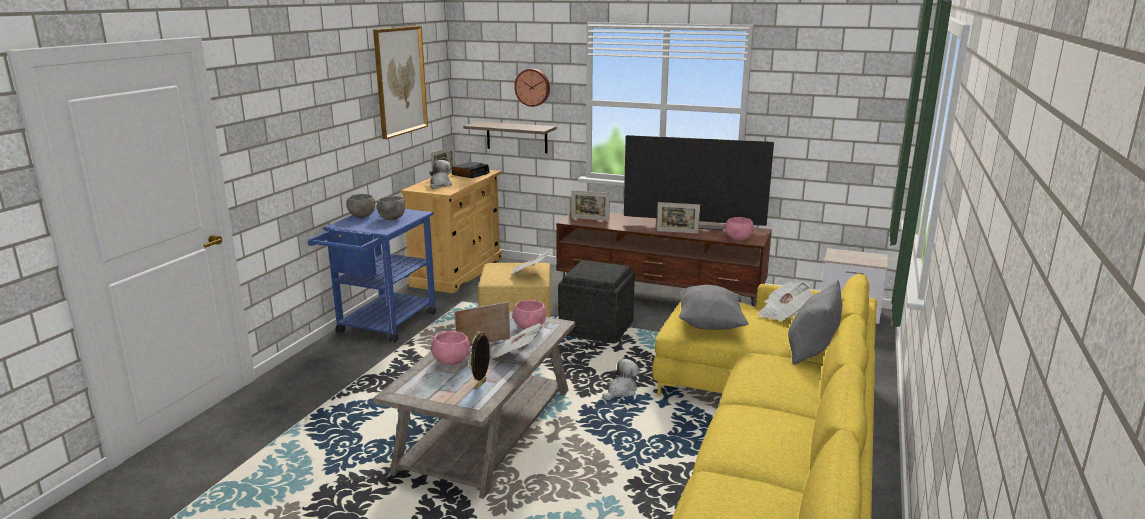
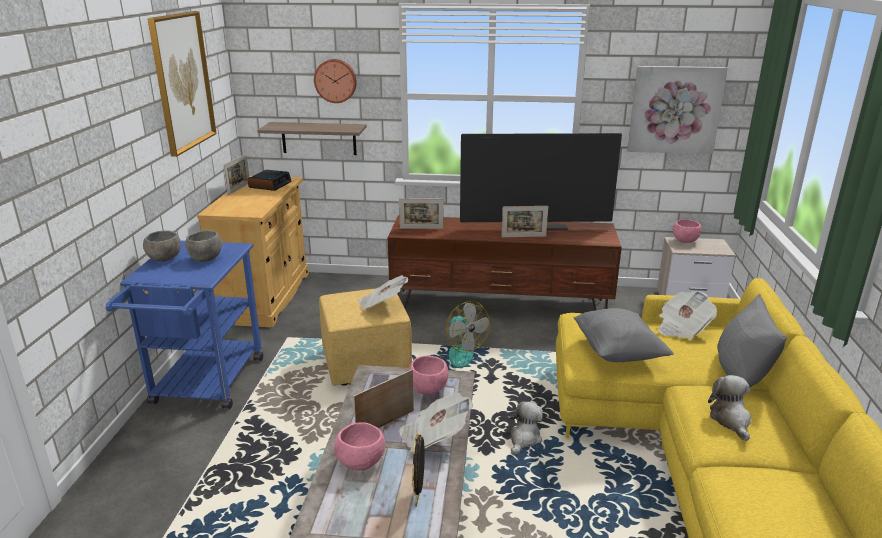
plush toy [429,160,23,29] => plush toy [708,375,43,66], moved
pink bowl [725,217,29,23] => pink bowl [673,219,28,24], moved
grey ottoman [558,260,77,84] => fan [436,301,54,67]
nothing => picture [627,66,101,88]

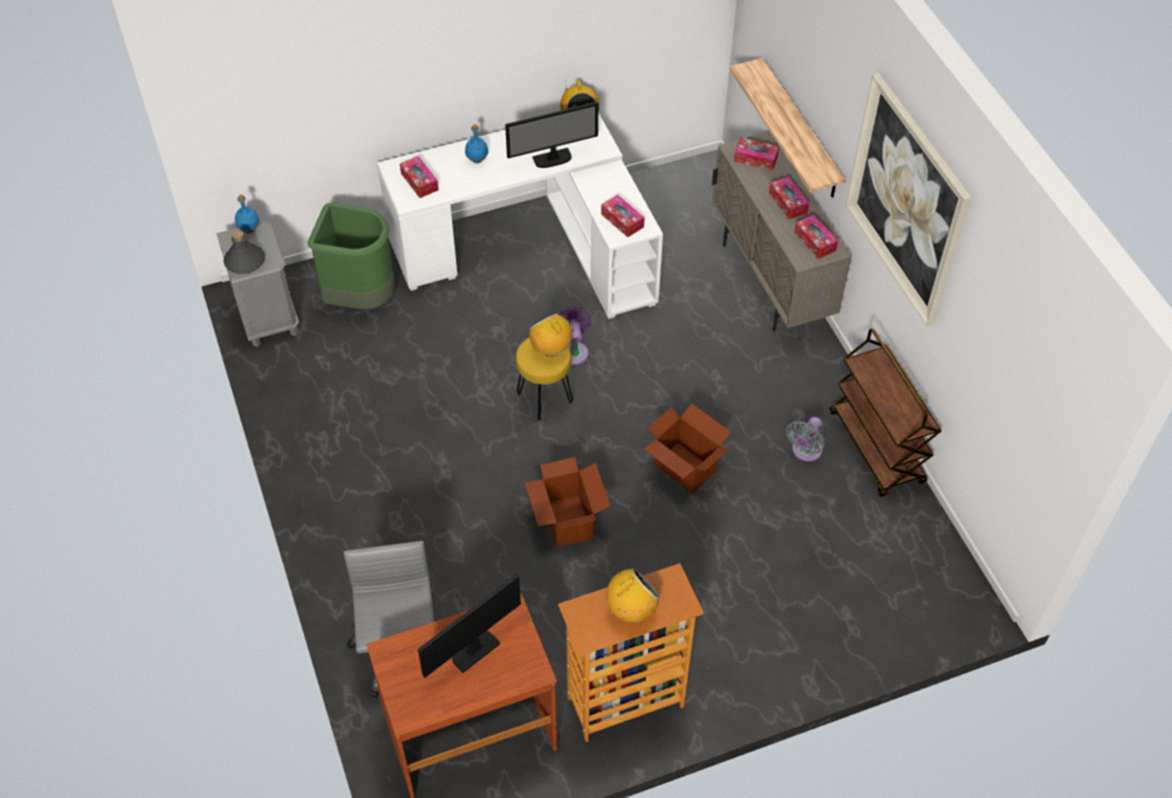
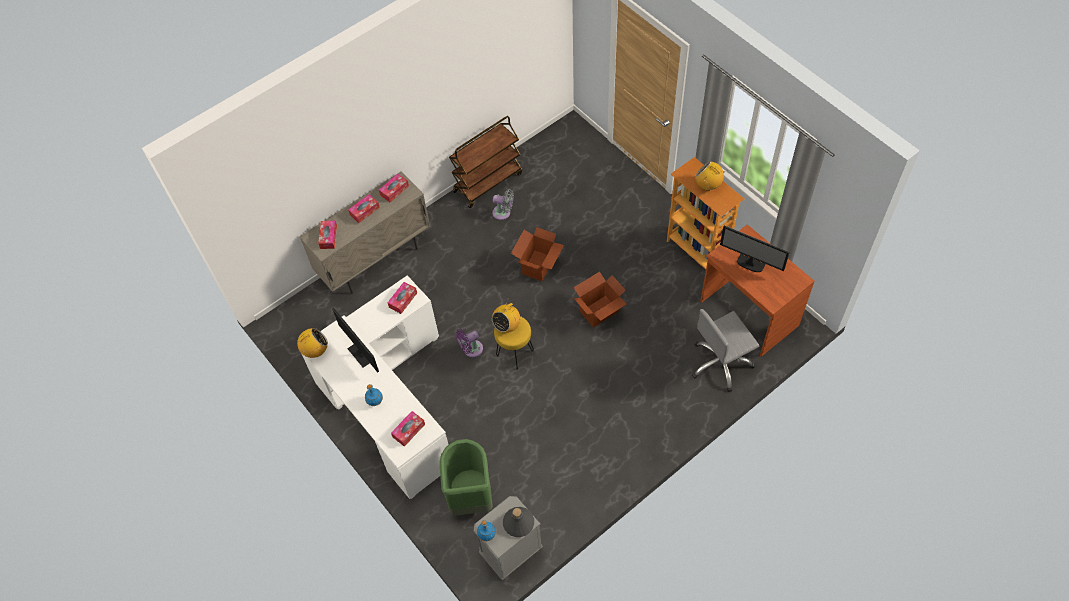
shelf [730,58,115,140] => nothing
picture [846,73,126,254] => nothing

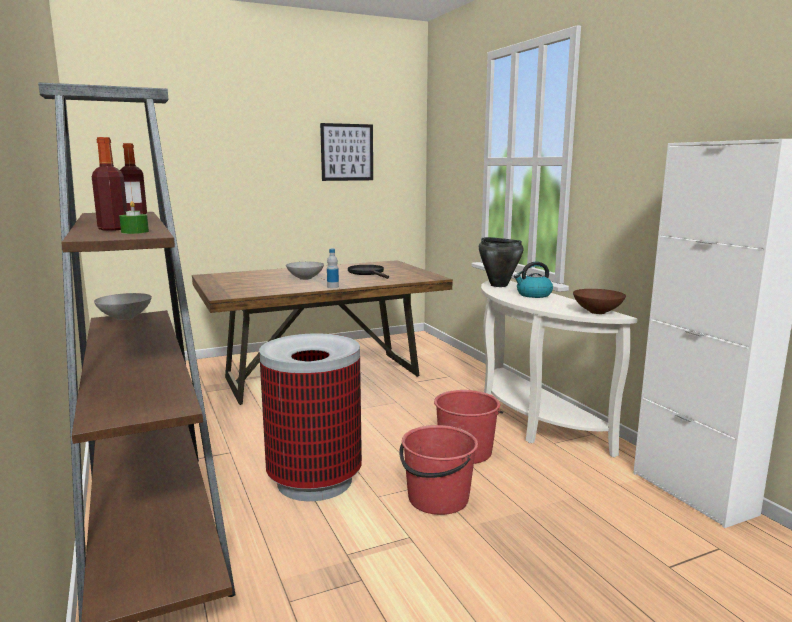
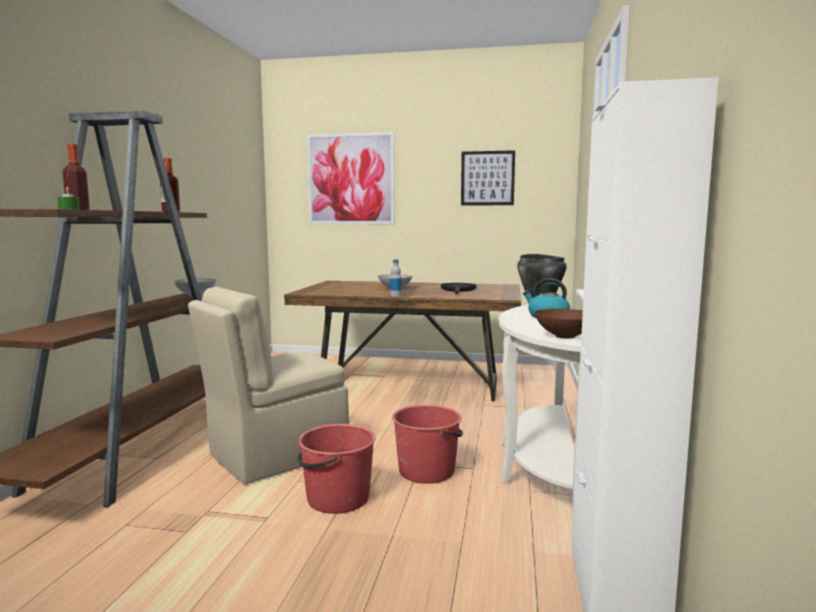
trash can [259,333,103,168] => beige chair [188,287,161,197]
nothing => picture [307,132,88,92]

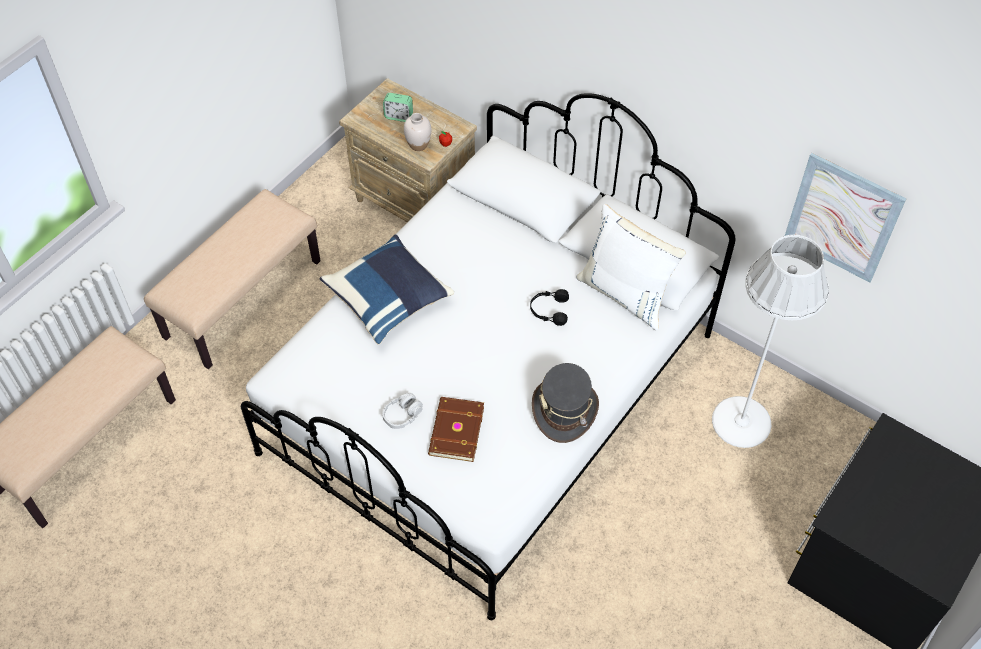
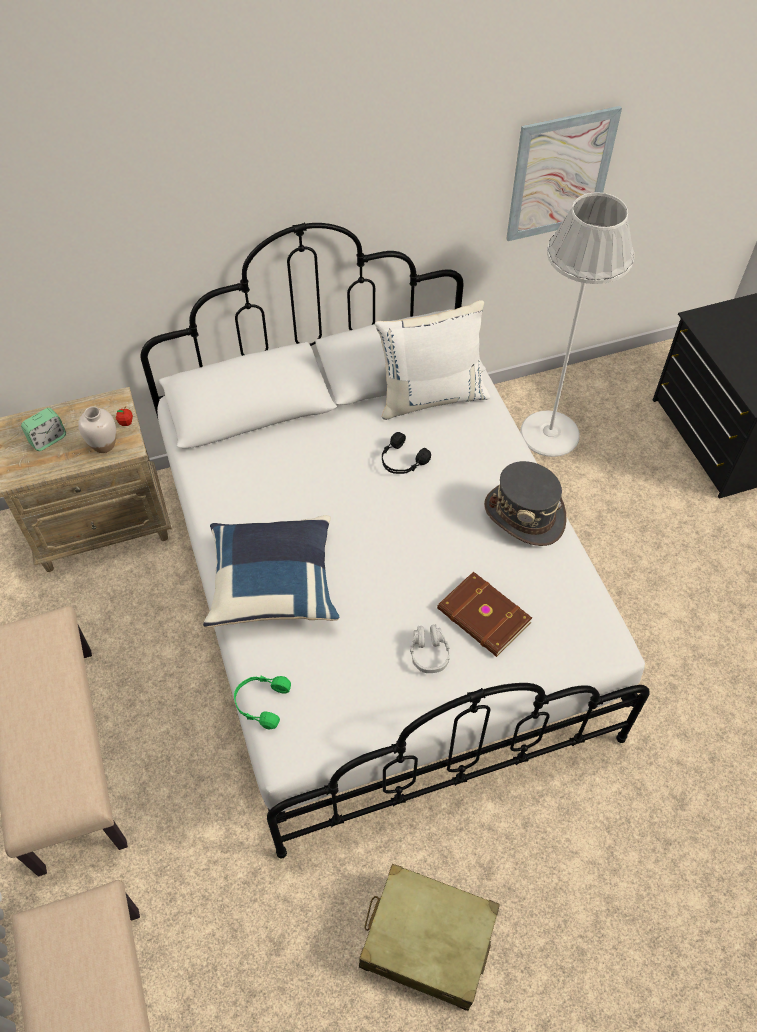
nothing => green headphones [234,676,57,53]
nothing => beige suitcase [359,864,141,147]

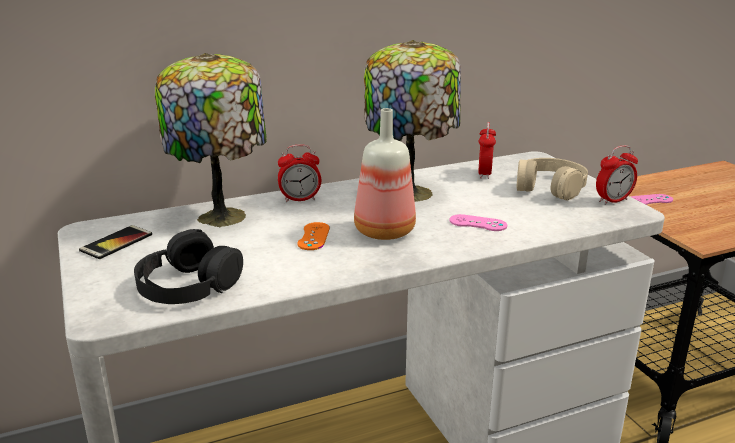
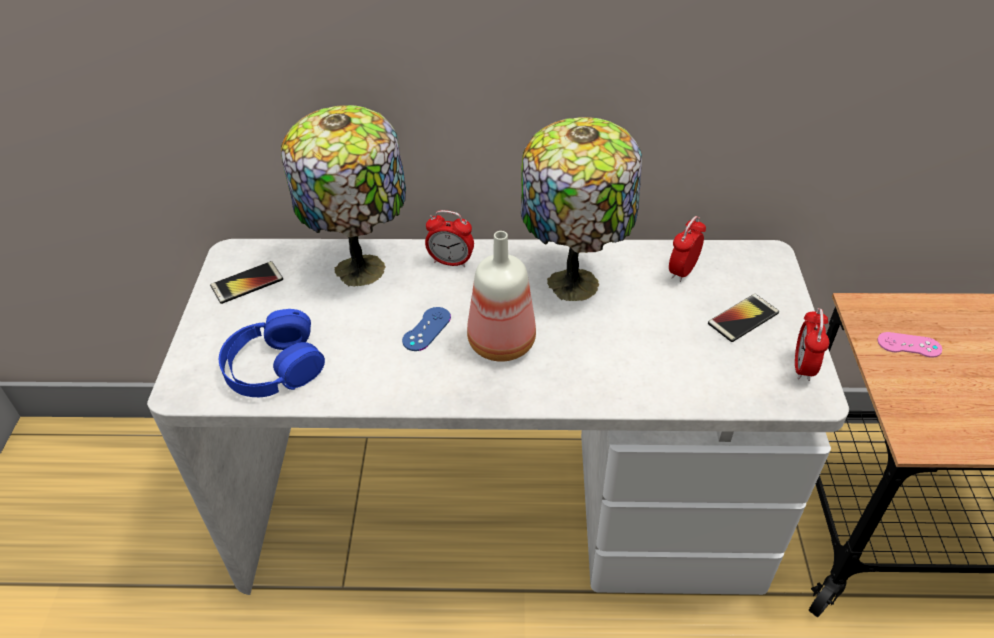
alarm clock [596,145,42,60] => alarm clock [795,308,34,73], 105 degrees clockwise
beige headphones [516,158,72,43] => phone [708,294,71,48]
pink game controller [449,214,58,17] => nothing
orange game controller [297,222,33,28] => blue game controller [402,307,49,44]
black headphones [134,229,109,75] => blue headphones [219,309,106,88]

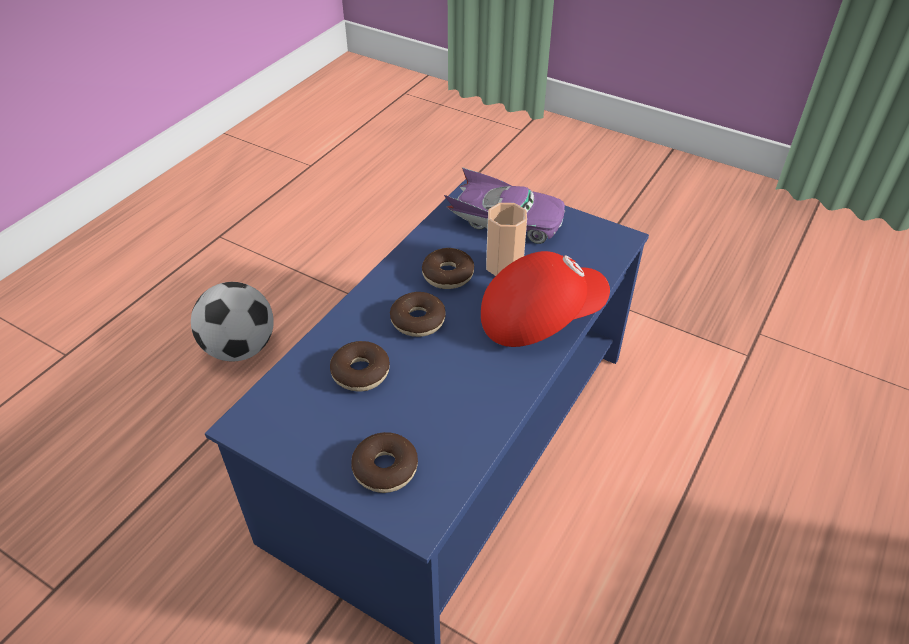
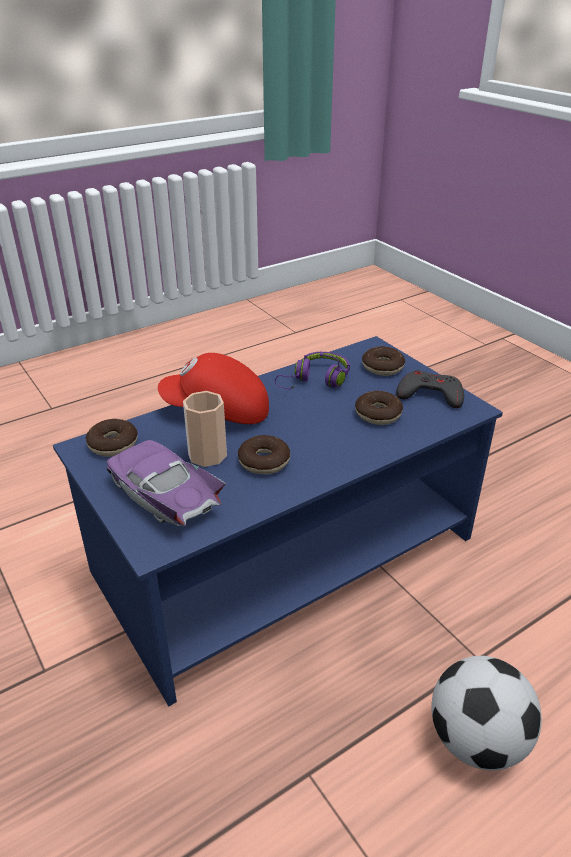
donut [390,292,56,45] => donut [86,419,52,38], moved
nothing => purple headphones [275,352,75,37]
nothing => grey game controller [396,370,68,38]

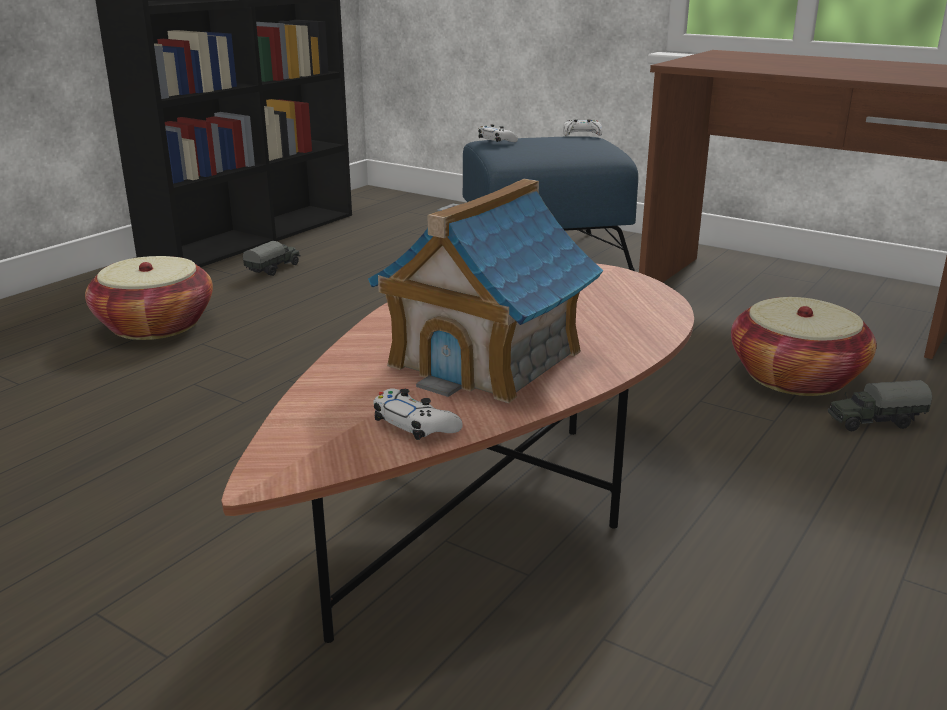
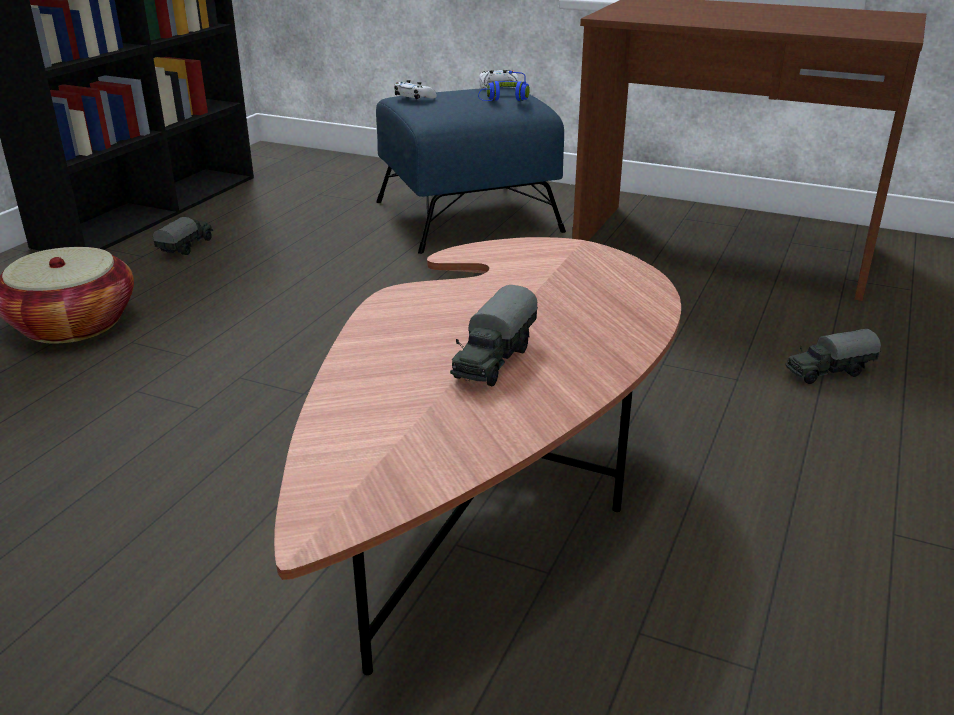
toy house [368,179,236,224] => toy truck [450,285,88,101]
basket [731,297,145,99] => nothing
white game controller [373,388,90,52] => nothing
nothing => blue headphones [478,71,52,30]

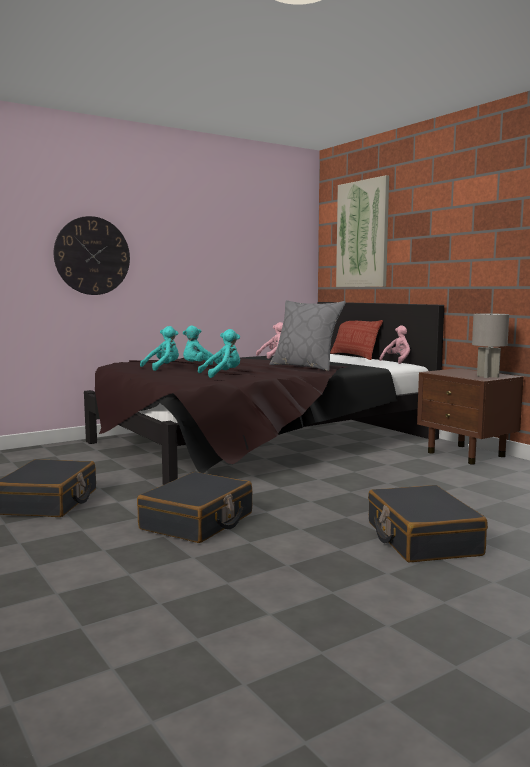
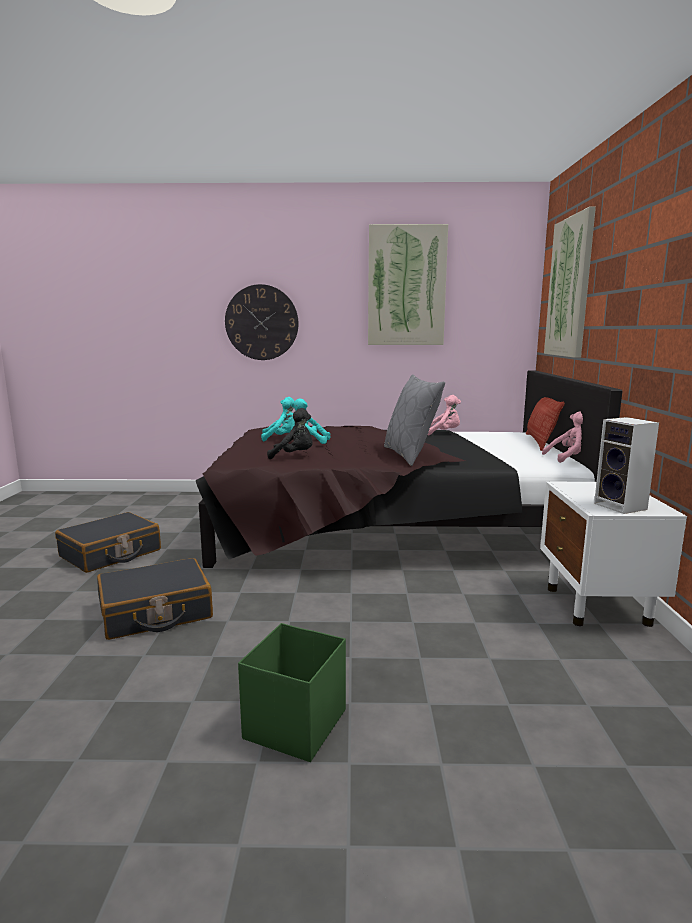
grey table lamp [472,313,37,65] => speaker [594,417,65,97]
turquoise plush toy [198,329,42,49] => black plush toy [267,408,46,51]
brown nightstand [417,368,107,97] => white nightstand [540,482,147,145]
black suitcase [368,485,120,77] => green storage box [238,623,108,139]
nothing => picture [368,224,80,121]

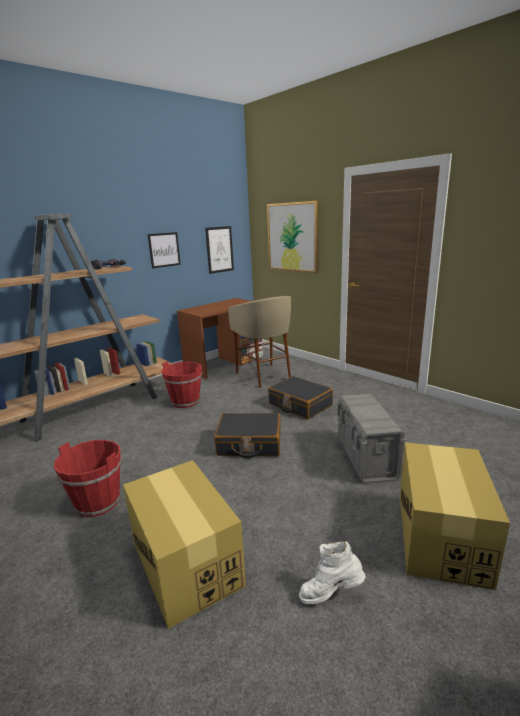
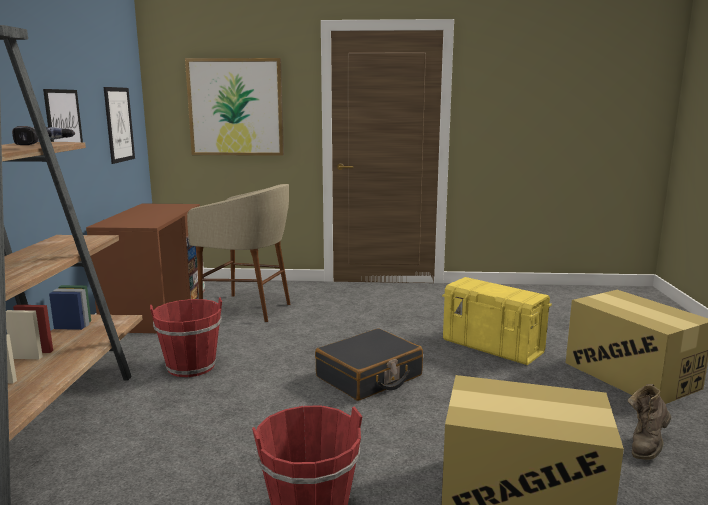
black suitcase [268,376,65,43] => nothing
grey storage box [337,394,70,90] => yellow storage box [442,277,110,88]
white boot [299,541,67,63] => brown boot [628,384,43,76]

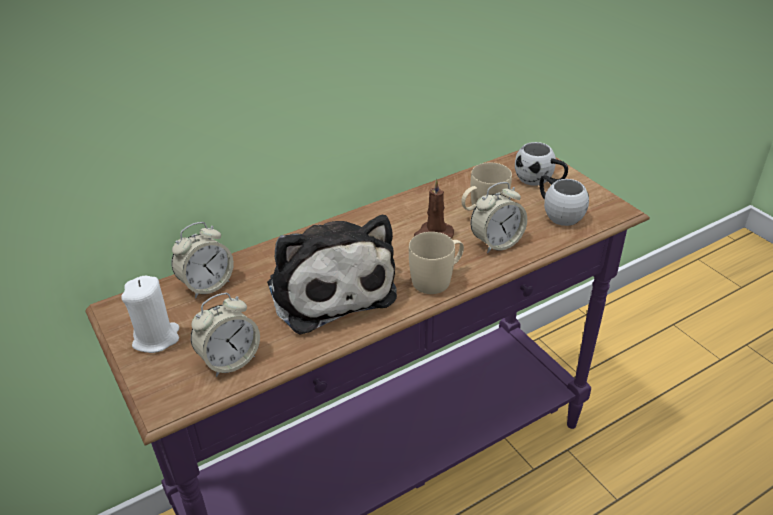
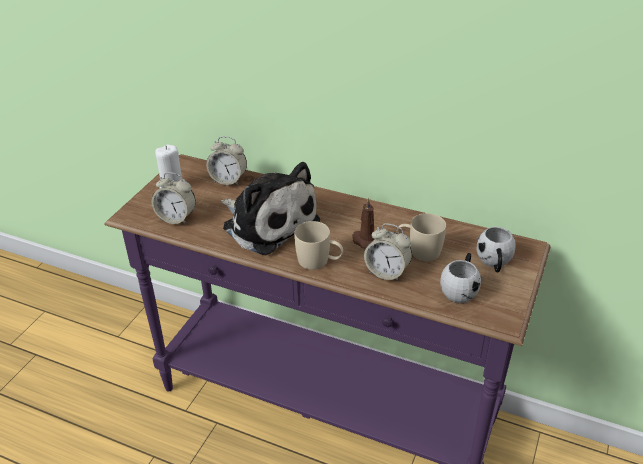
plush toy [267,215,130,119] => plush toy [221,162,99,93], 75 degrees counterclockwise

